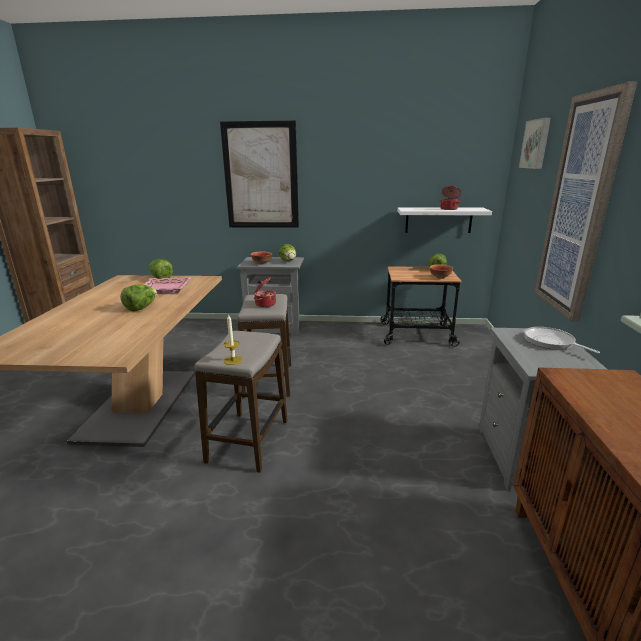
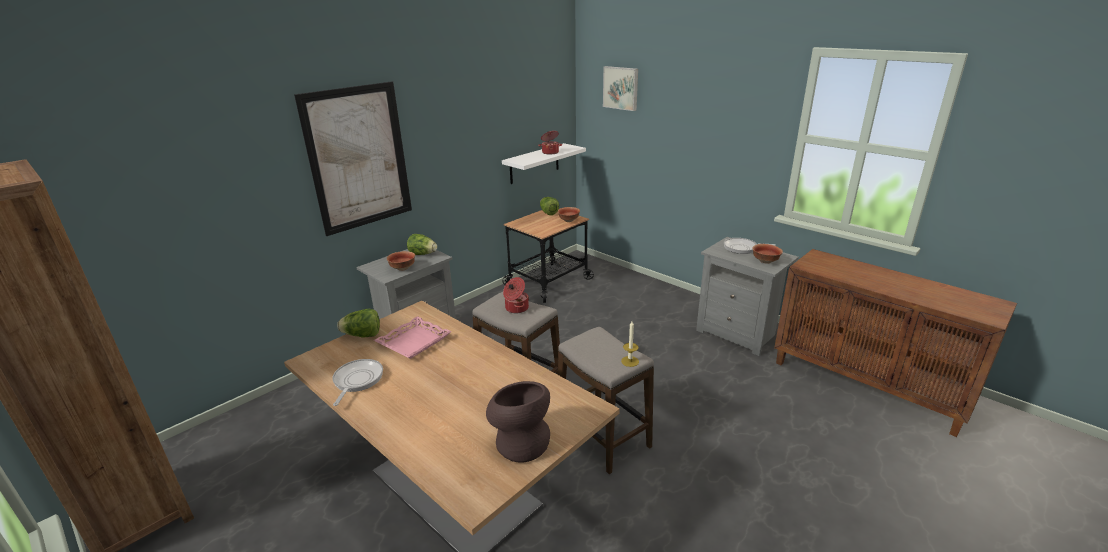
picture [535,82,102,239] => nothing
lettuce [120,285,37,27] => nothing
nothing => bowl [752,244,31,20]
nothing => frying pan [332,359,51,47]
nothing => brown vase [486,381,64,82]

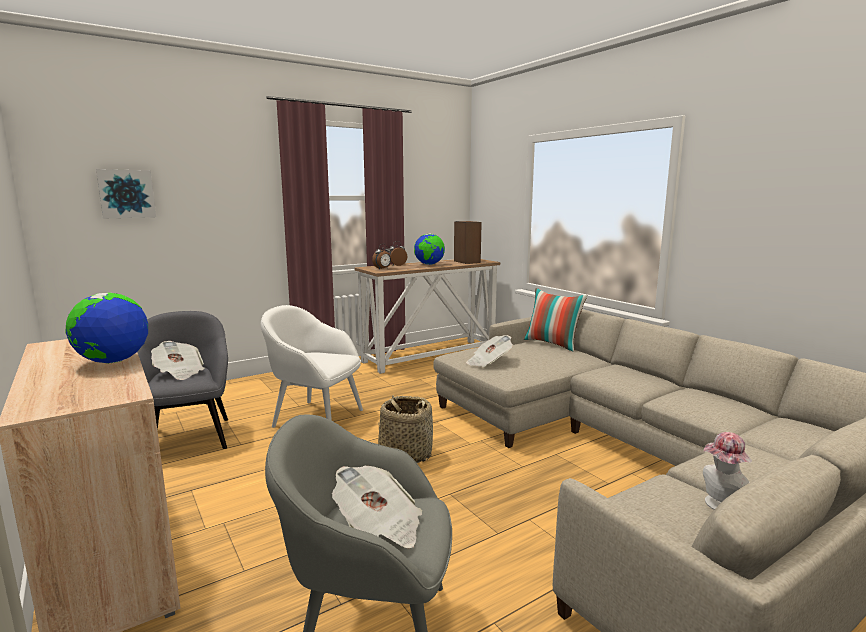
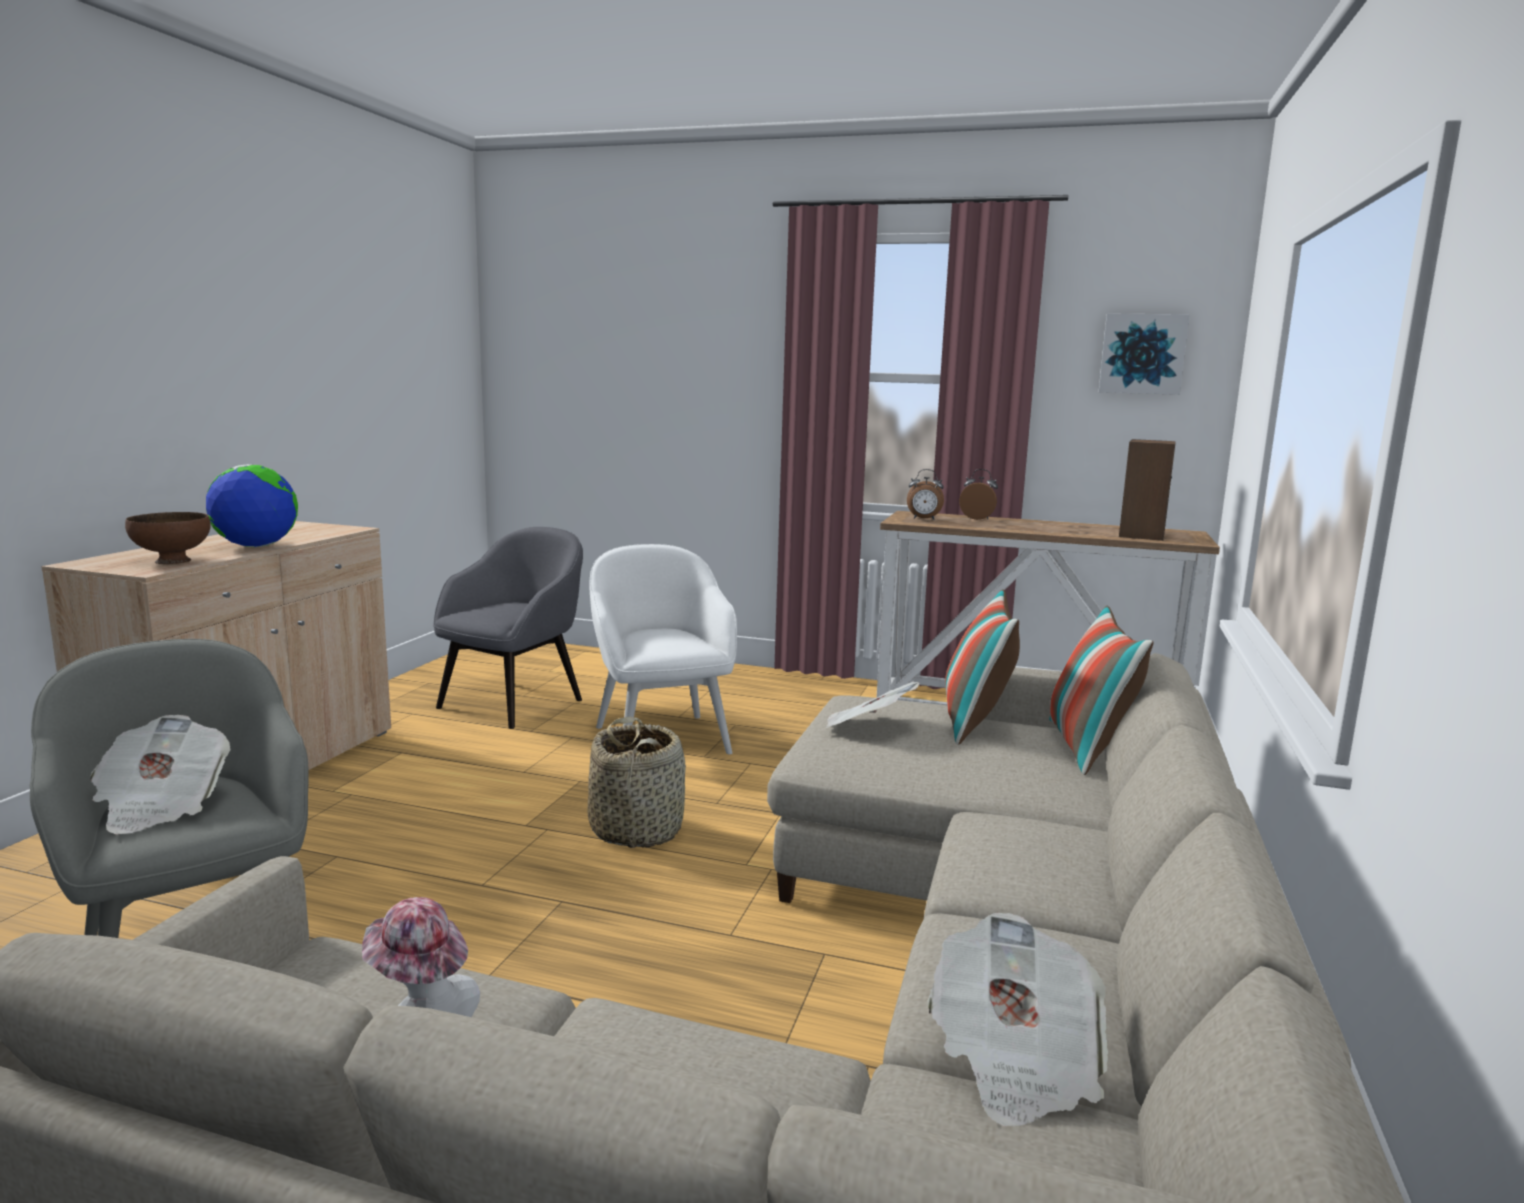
picture [96,169,60,50] => picture [1099,313,91,82], moved
globe [414,233,31,32] => nothing
newspaper [151,341,54,39] => newspaper [927,913,181,214], moved
nothing => brown bowl [125,512,86,52]
nothing => pillow [945,589,75,155]

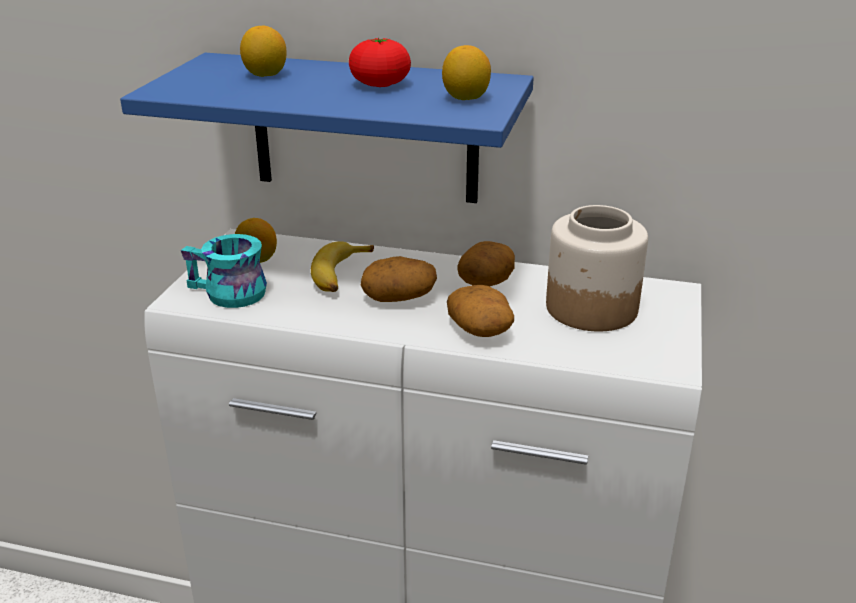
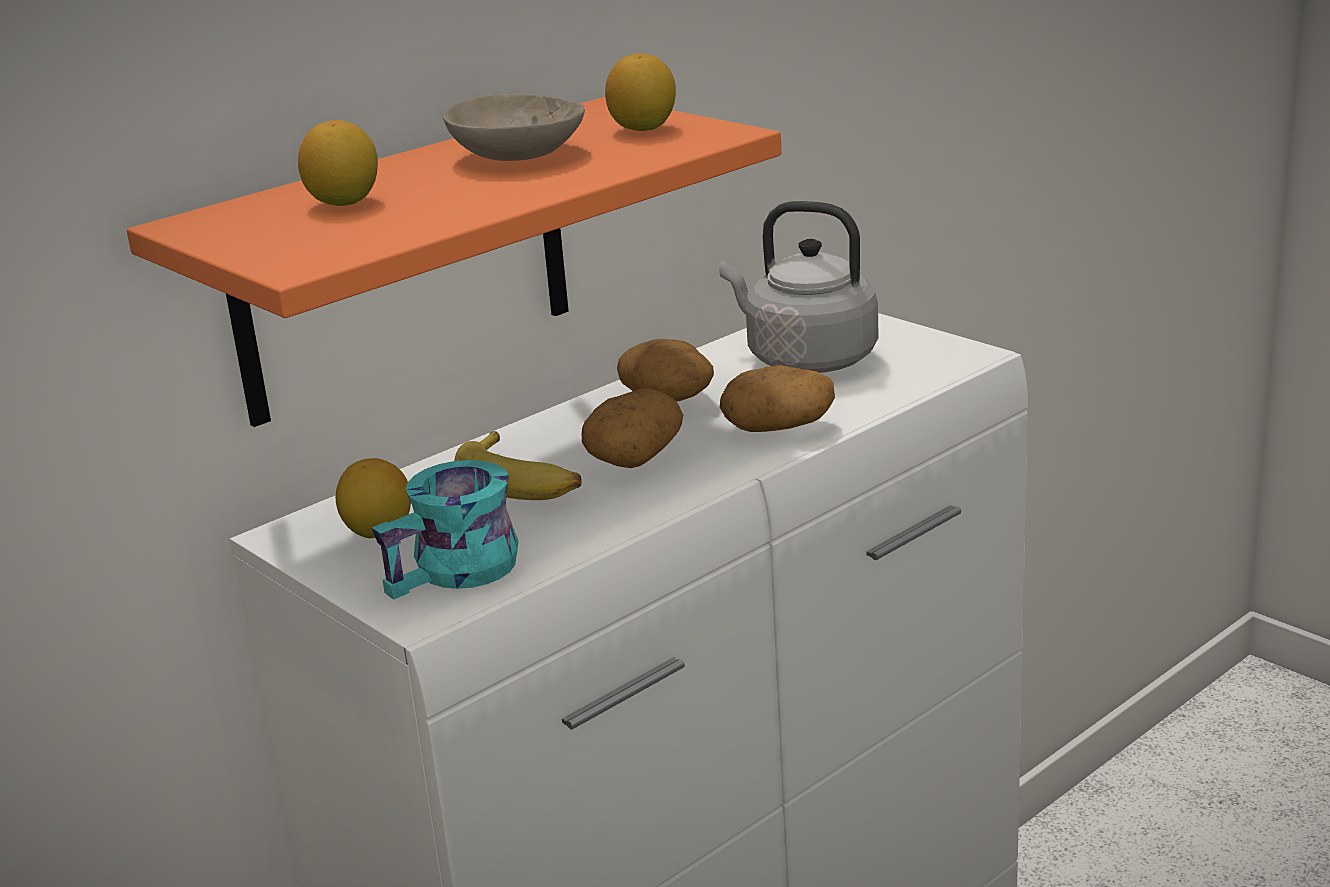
tomato [349,38,62,49] => beige bowl [443,94,142,67]
blue shelf [120,53,414,150] => orange shelf [127,97,655,330]
jar [546,205,102,127] => grey kettle [719,201,160,172]

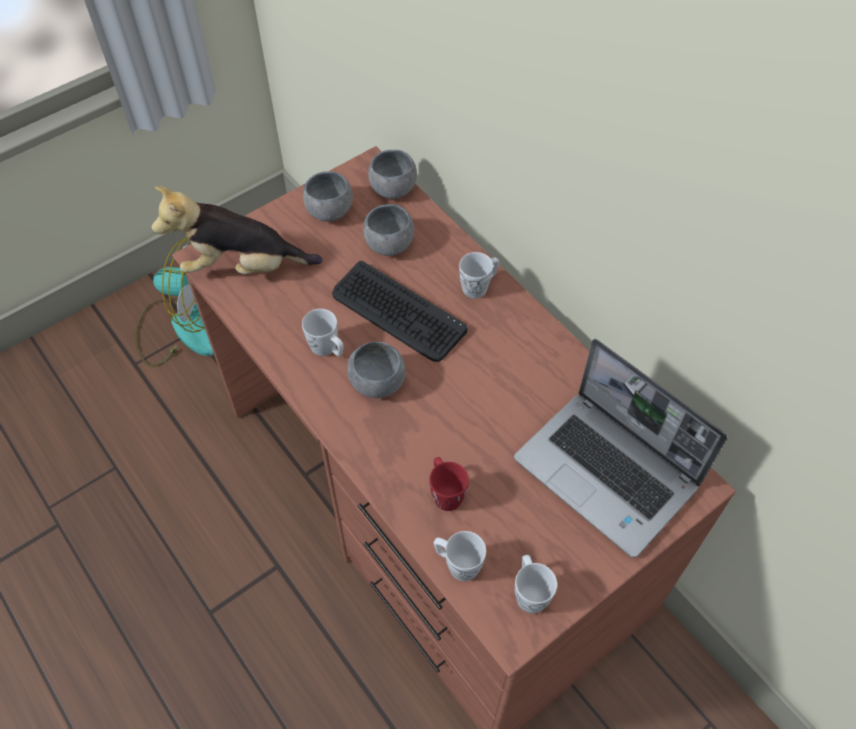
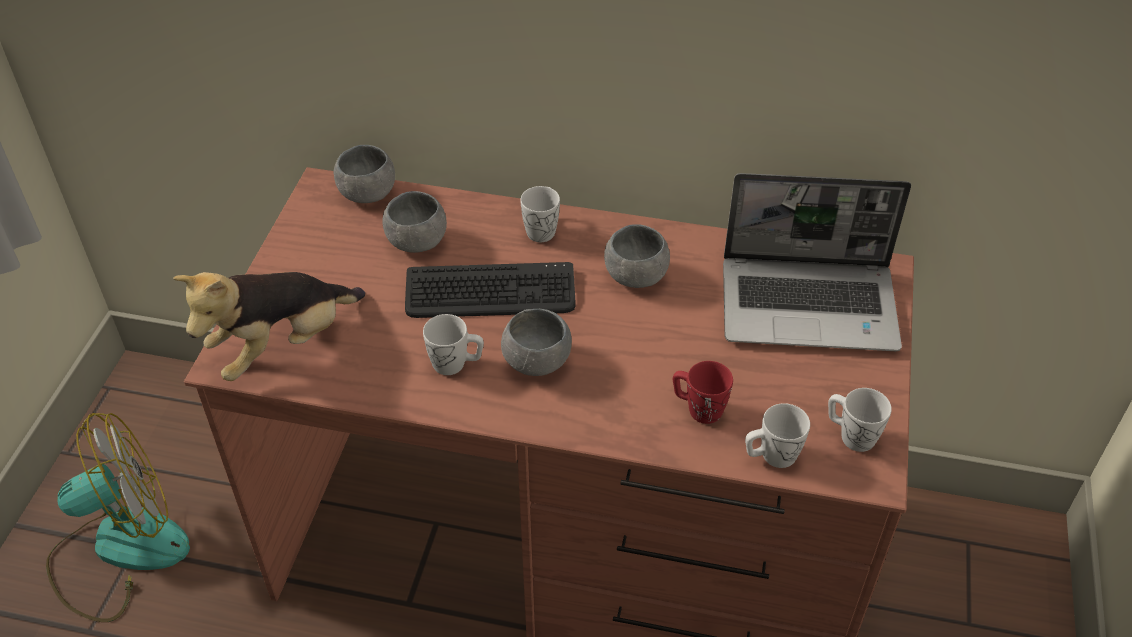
grey bowl [303,172,50,50] => grey bowl [604,224,66,64], moved

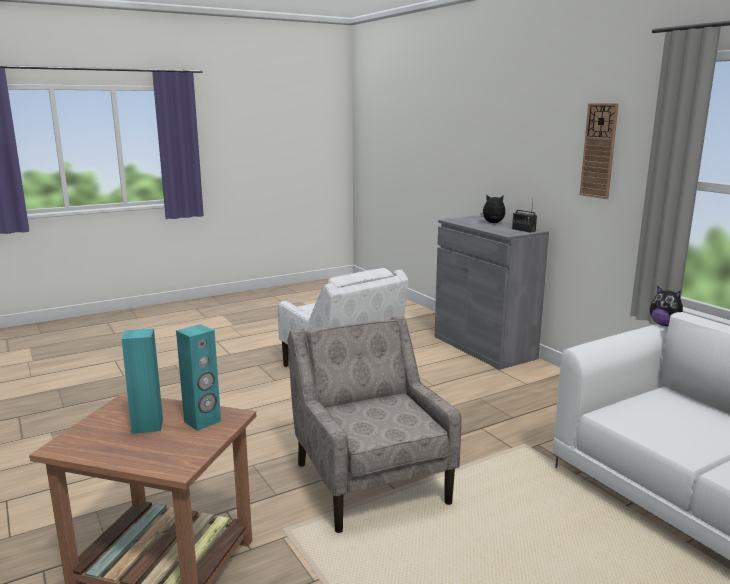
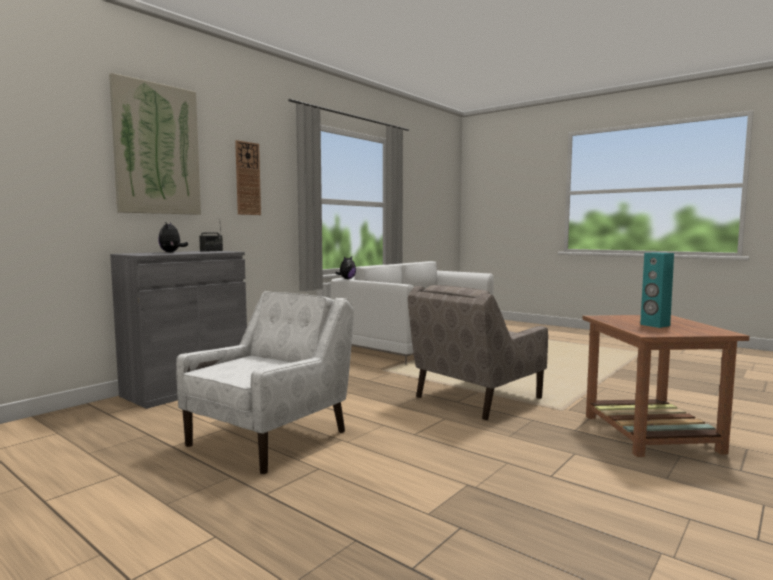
turquoise speaker [176,324,45,107] => nothing
nothing => picture [109,73,92,142]

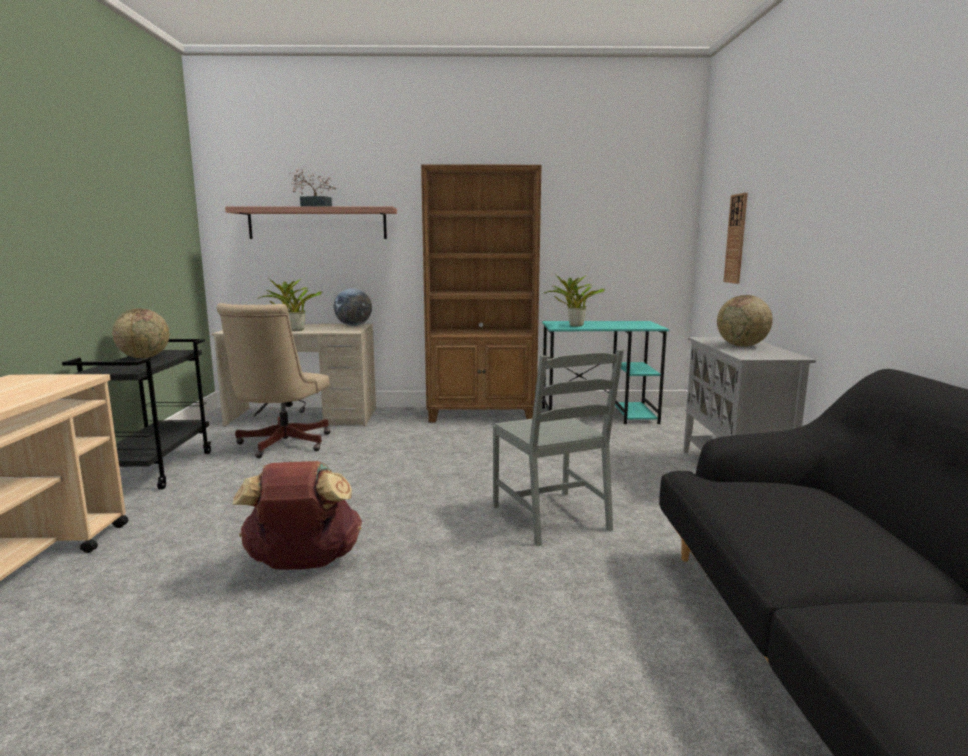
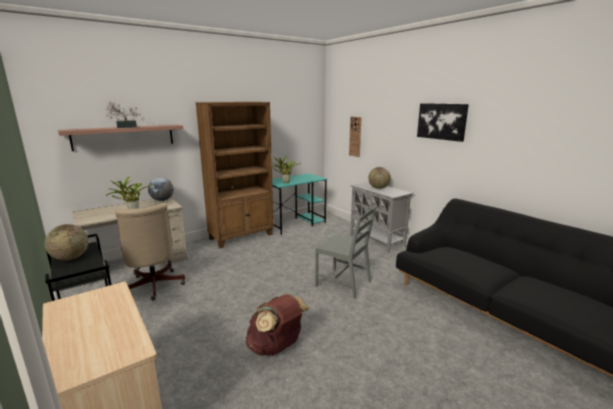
nothing => picture [417,103,52,39]

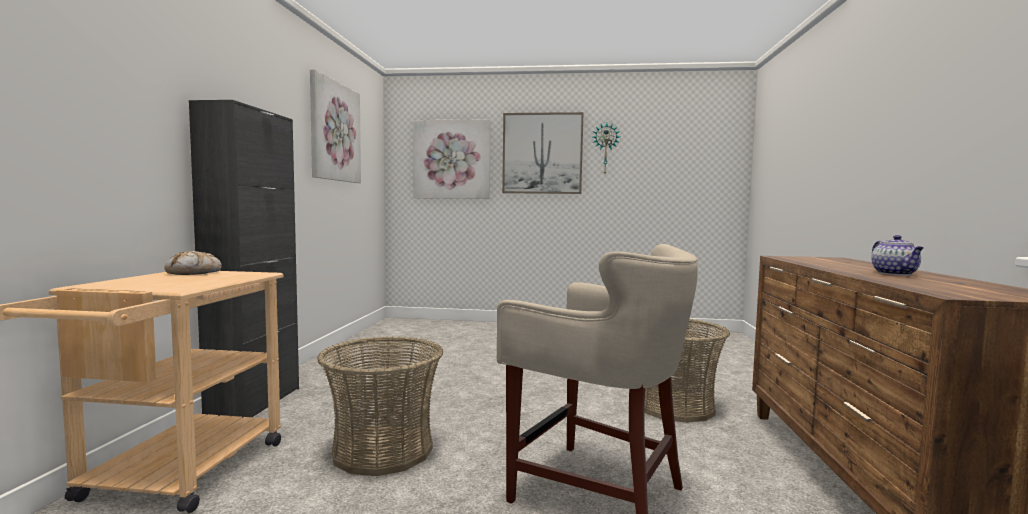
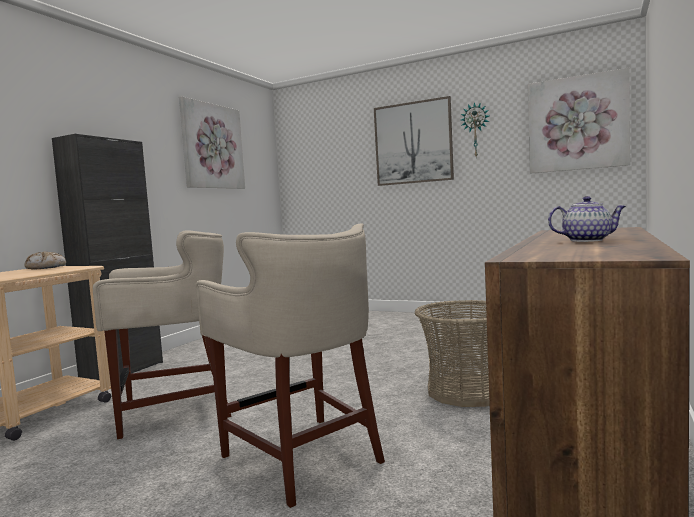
picture [413,120,77,79] => picture [528,68,102,105], moved
teapot [871,235,53,40] => teapot [548,196,78,46], 105 degrees counterclockwise
basket [317,336,126,140] => beige stool [93,230,139,209]

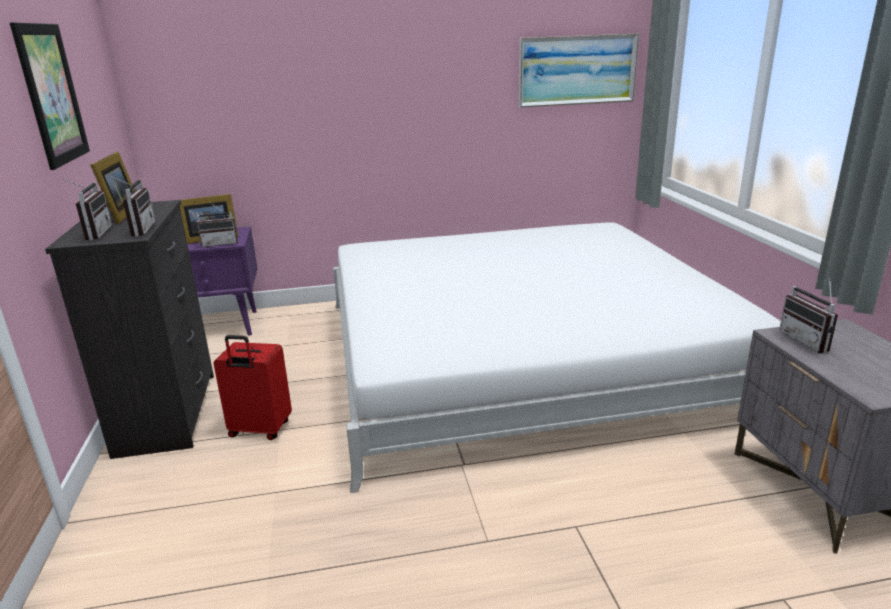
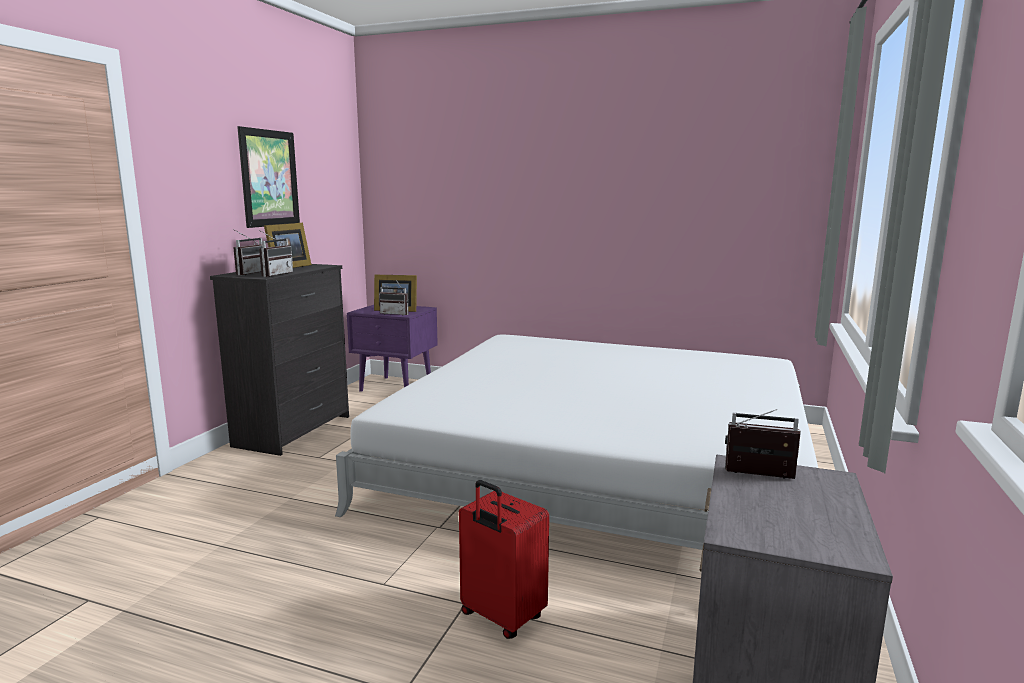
picture [519,34,120,74] => nothing
radio [779,278,59,76] => radio [725,409,76,70], 90 degrees clockwise
red suitcase [213,335,79,105] => red suitcase [459,480,90,159], moved

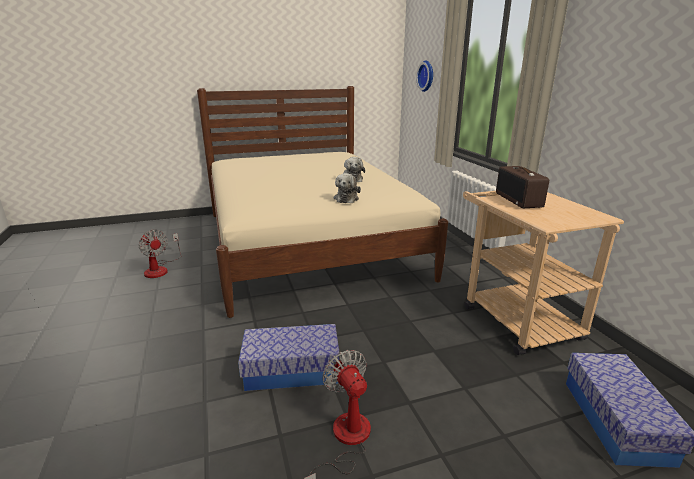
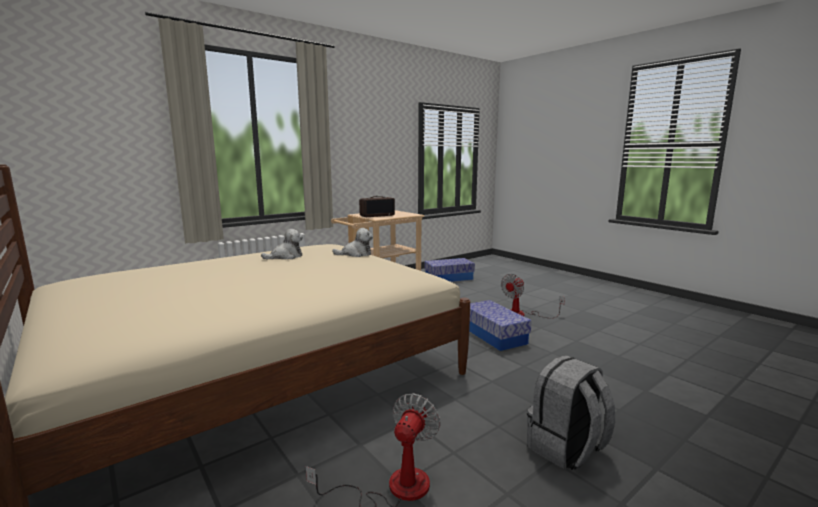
wall clock [416,61,17,31] => nothing
nothing => grey backpack [527,355,88,115]

